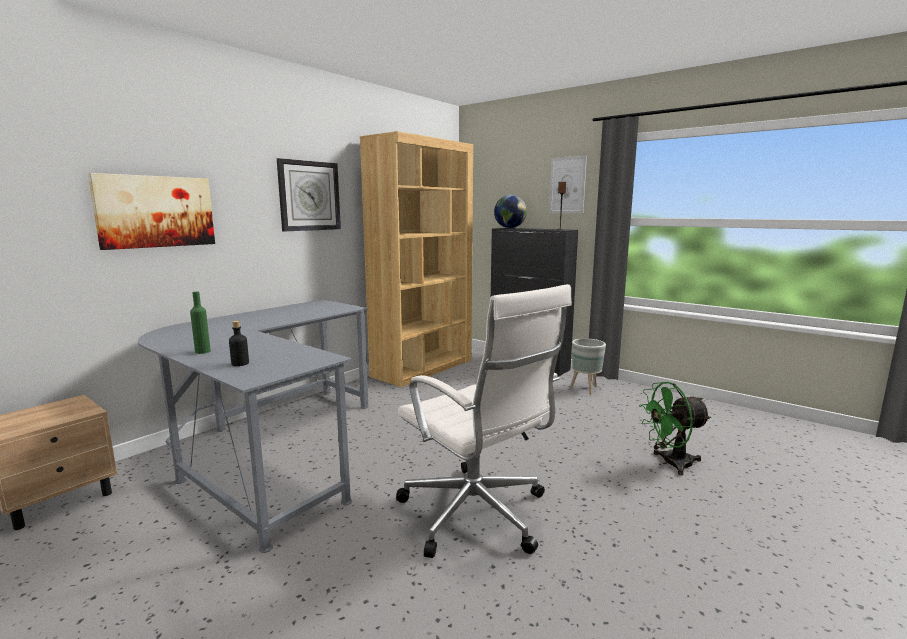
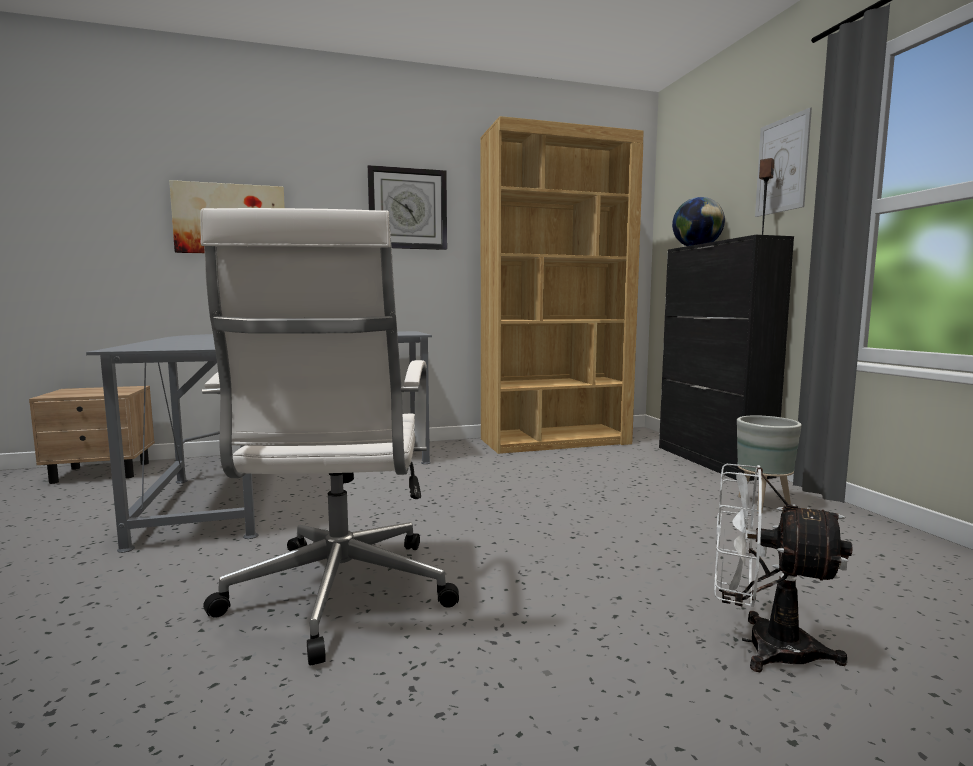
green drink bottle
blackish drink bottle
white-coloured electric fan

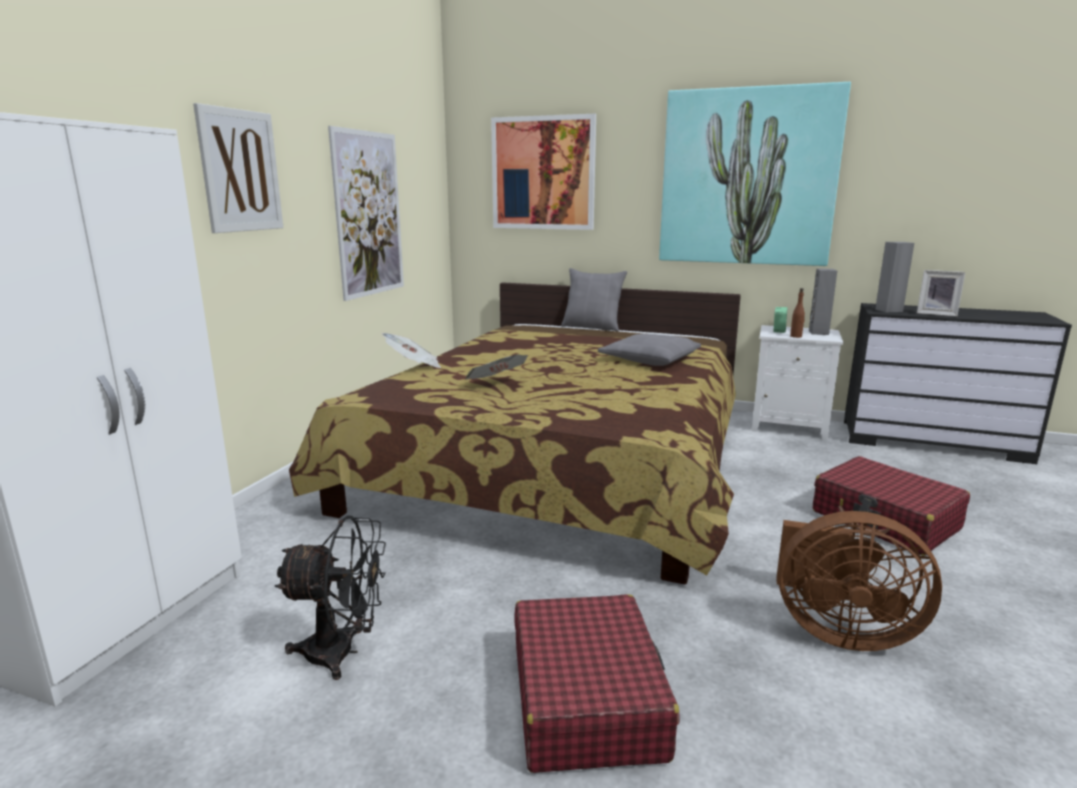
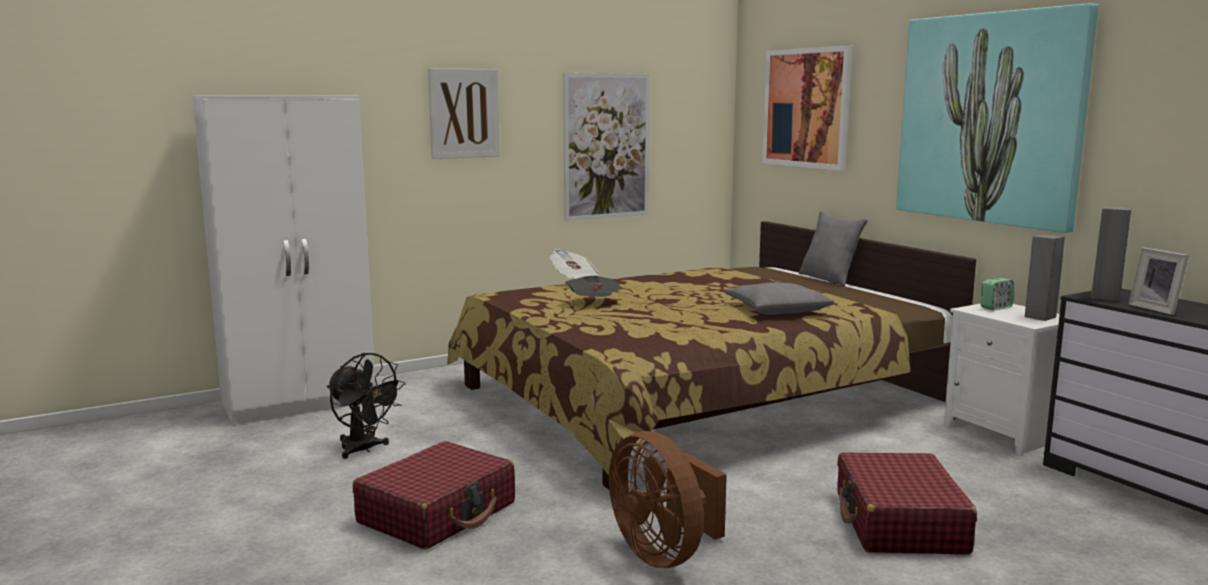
brown drink bottle

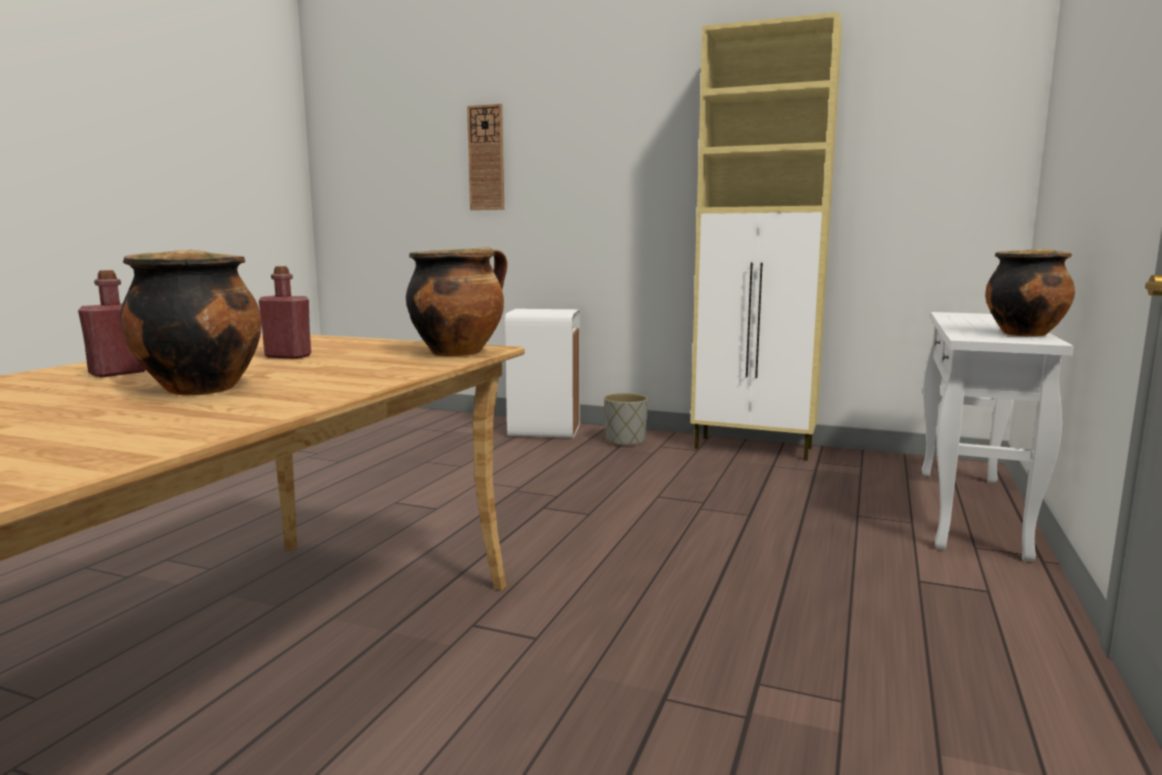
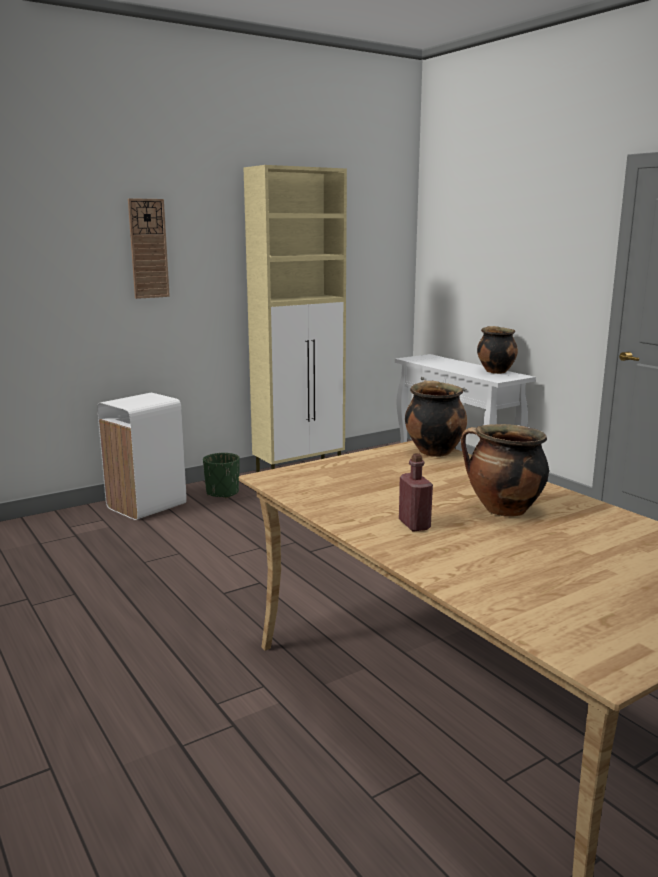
reddish drink bottle (no. 2 from left in the first image)
wall clock
green plant pot

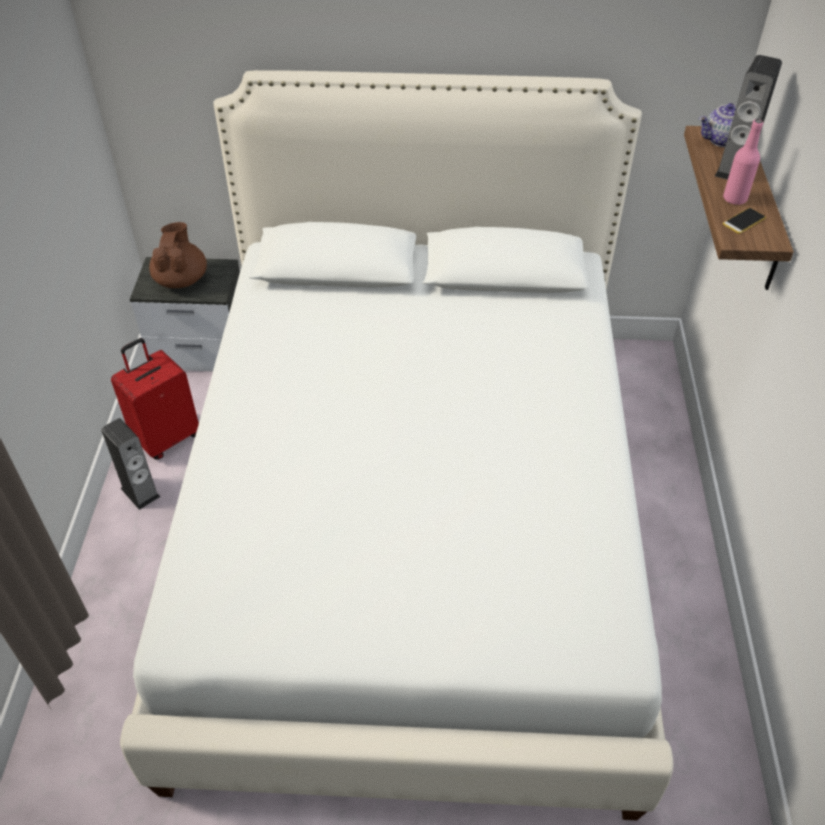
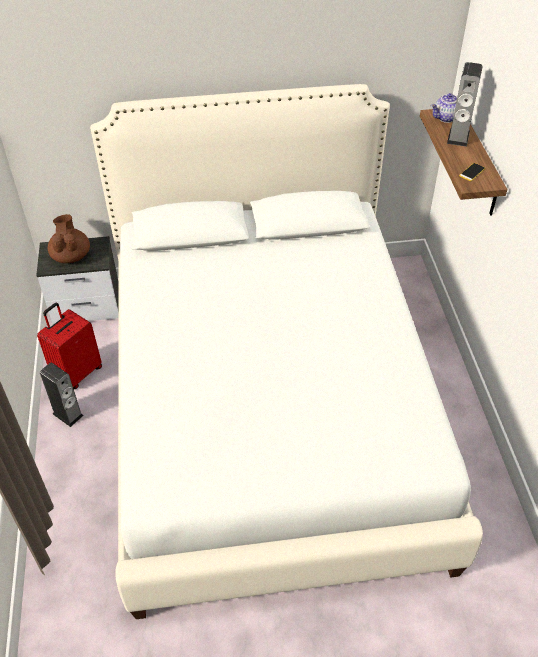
pink drink bottle

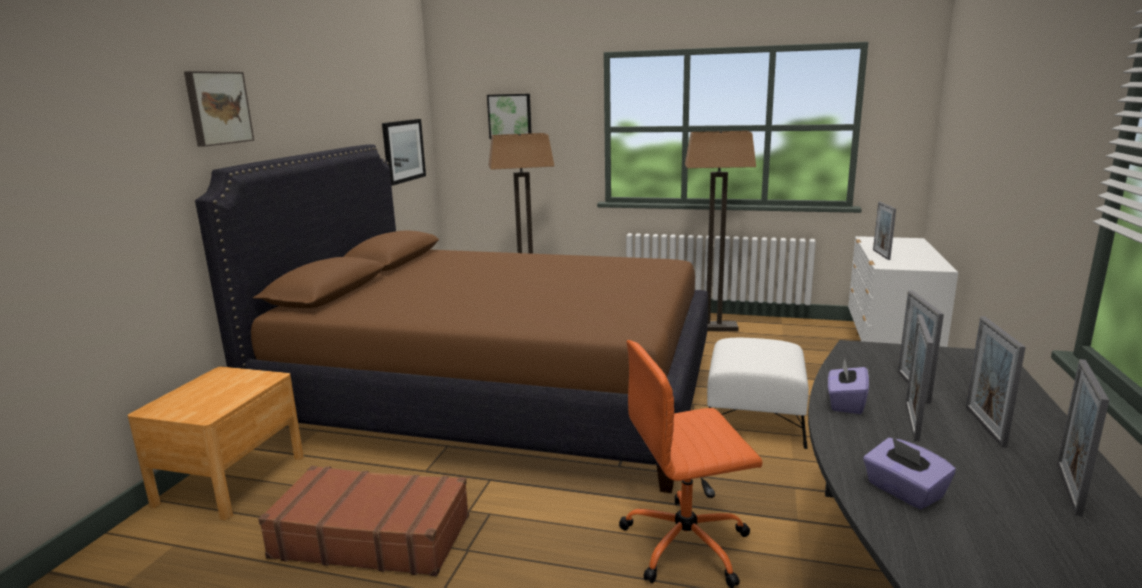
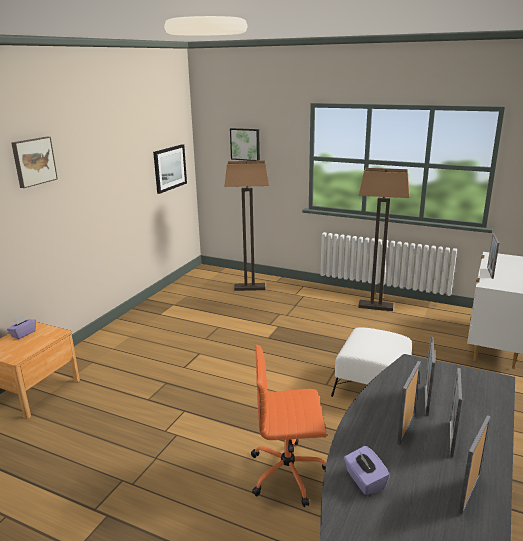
brown bedroom bed
brown piece of luggage
purplish tissue box (no. 1 from left)

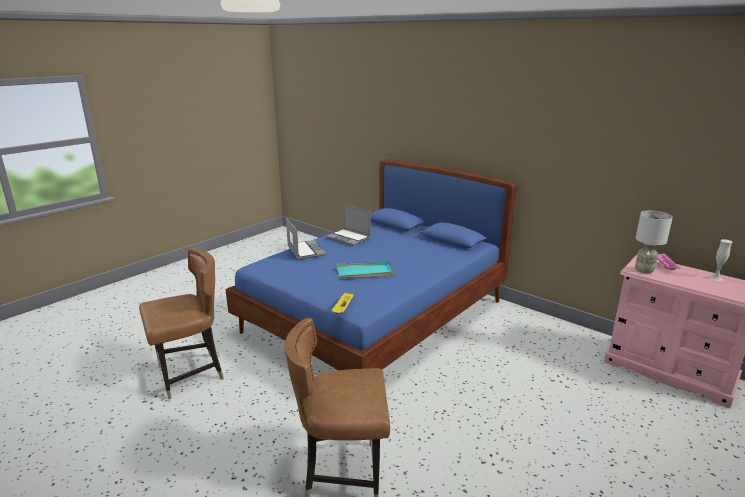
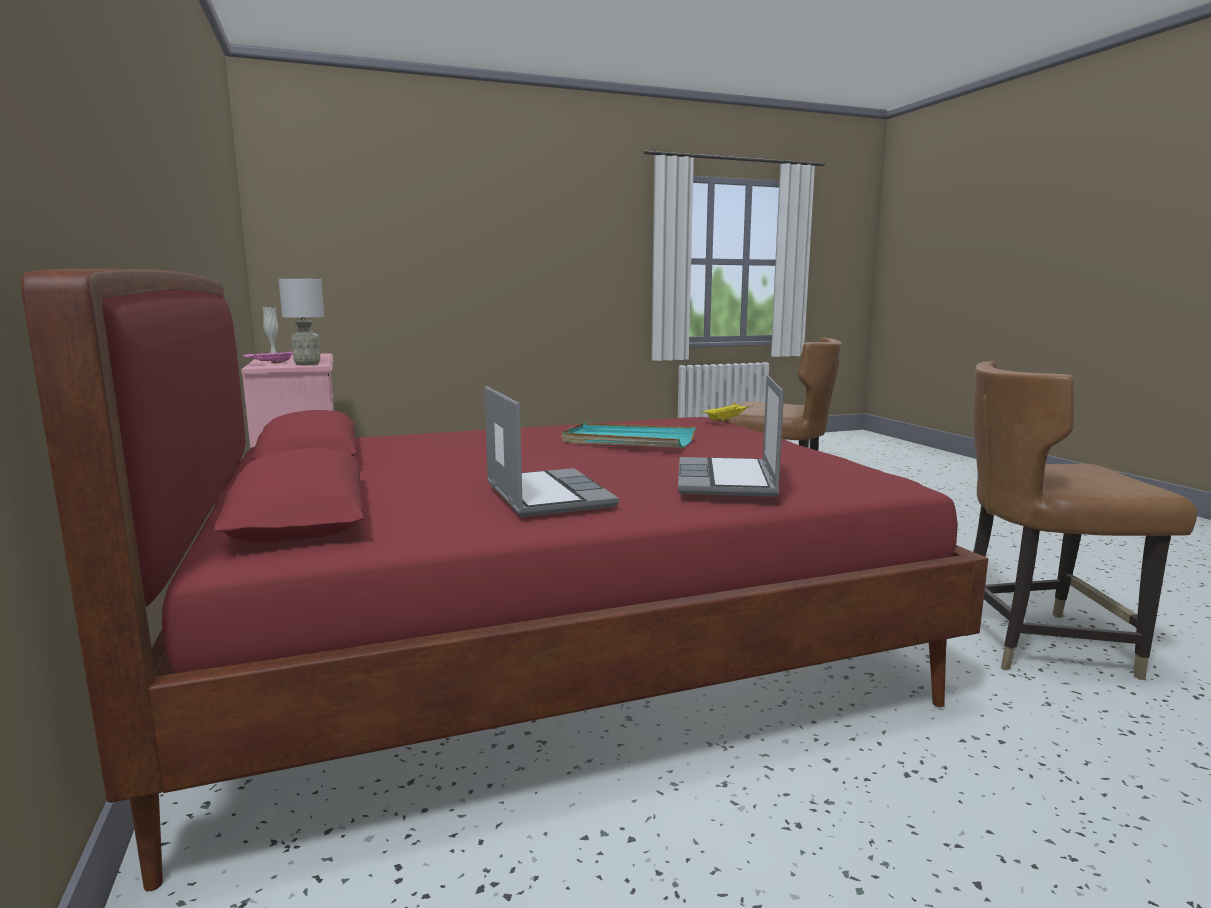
reddish bedroom bed

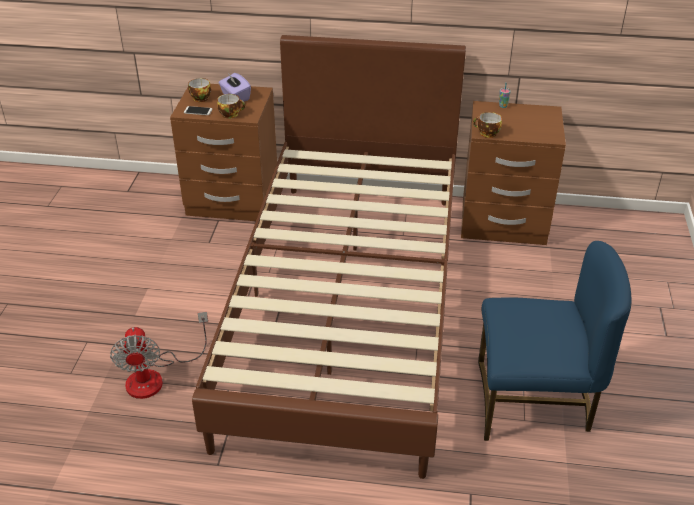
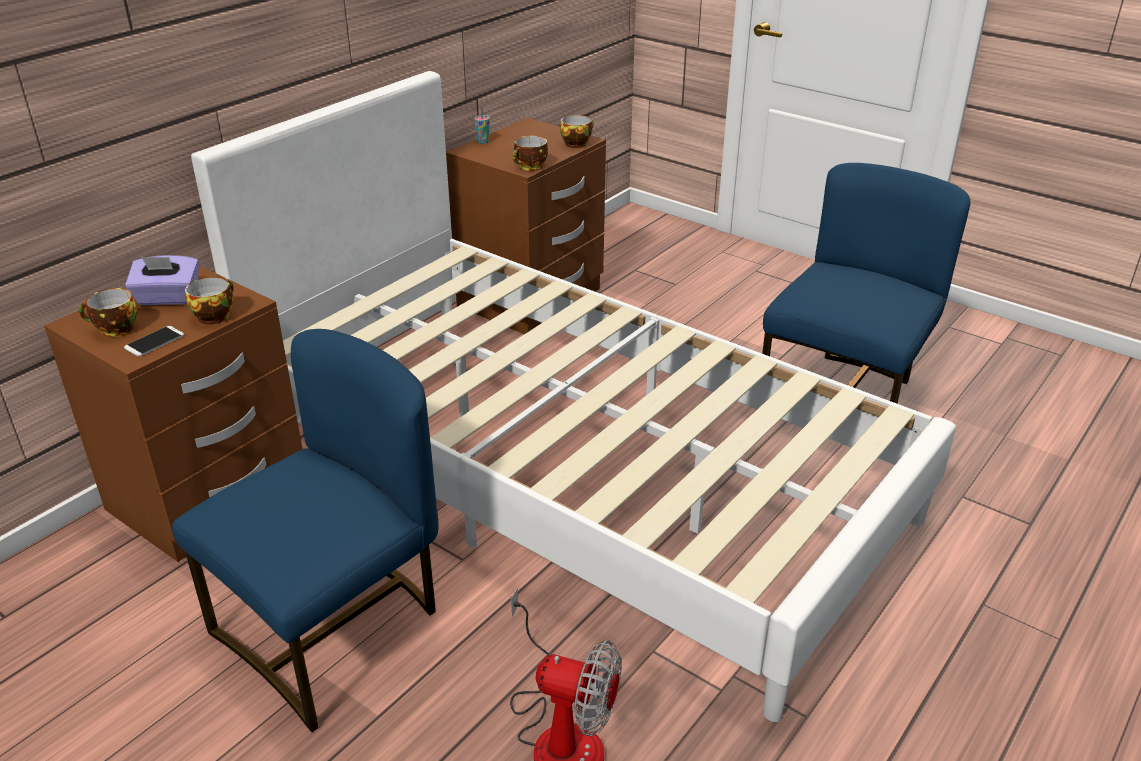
bluish plain chair (no. 1 from left)
drinking cup (no. 5 from left)
white-coloured bedroom bed

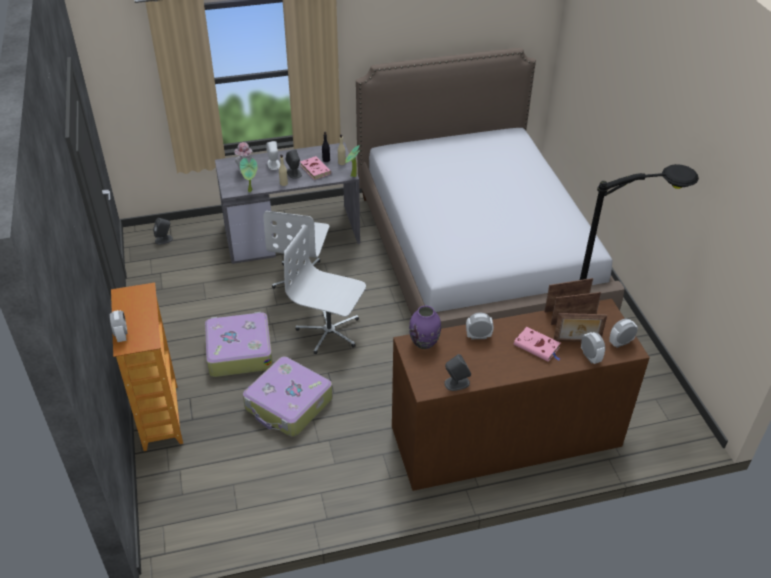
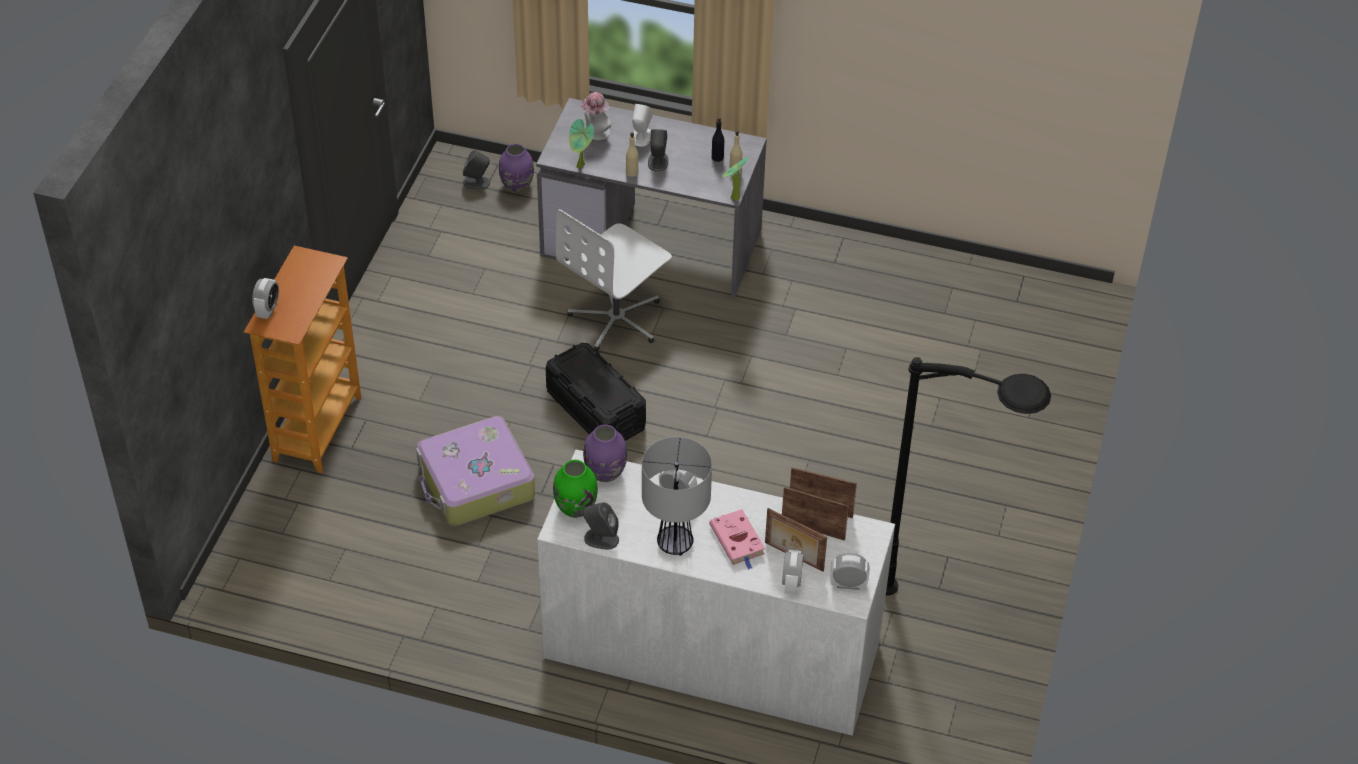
piece of luggage (no. 1 from left in the first image)
pink book (no. 1 from left in the first image)
bedroom bed
purplish flower vase (no. 1 from left)
green flower vase
lamp for a table
blackish storage container
white-coloured drawer chest

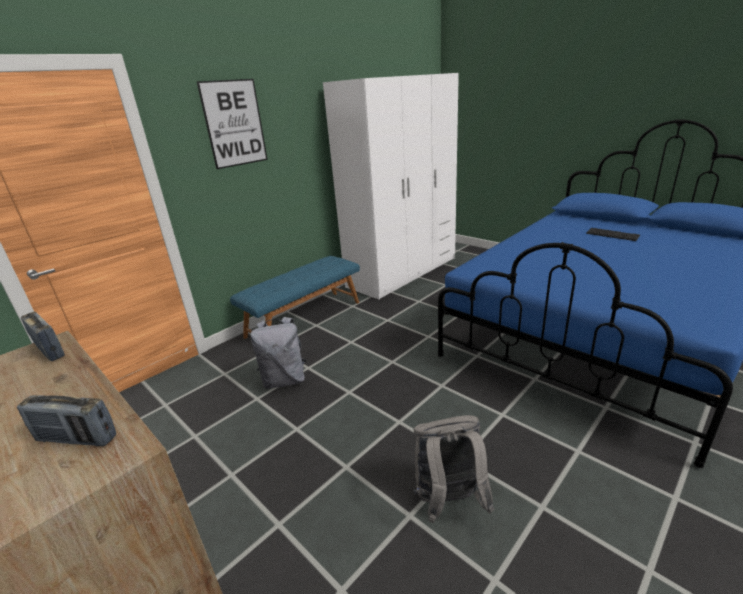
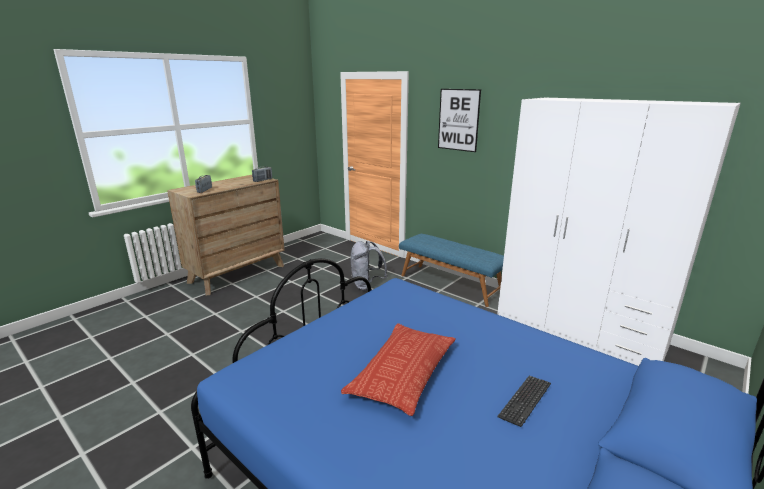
grey backpack (no. 2 from left in the first image)
cushion

